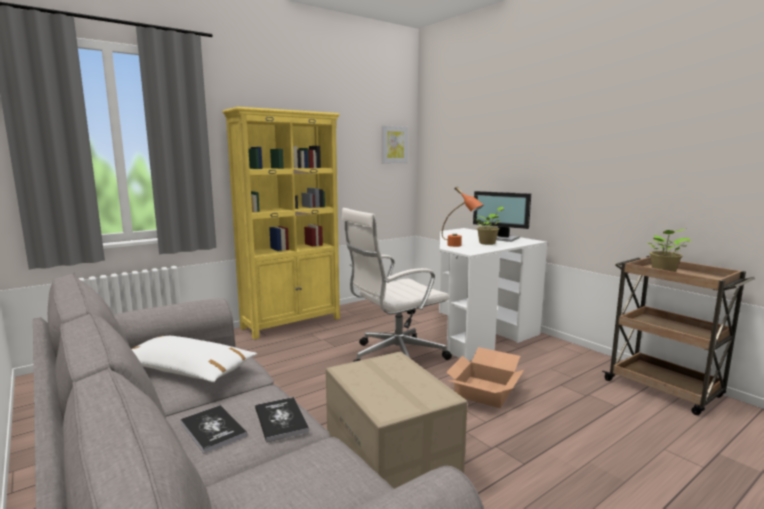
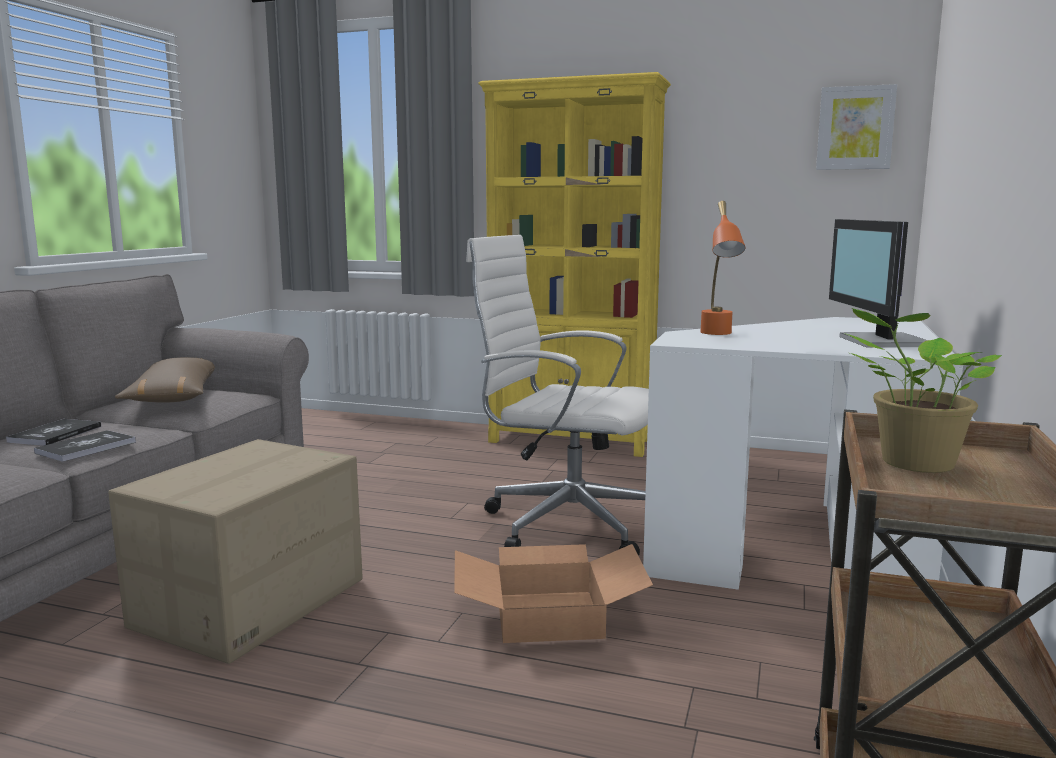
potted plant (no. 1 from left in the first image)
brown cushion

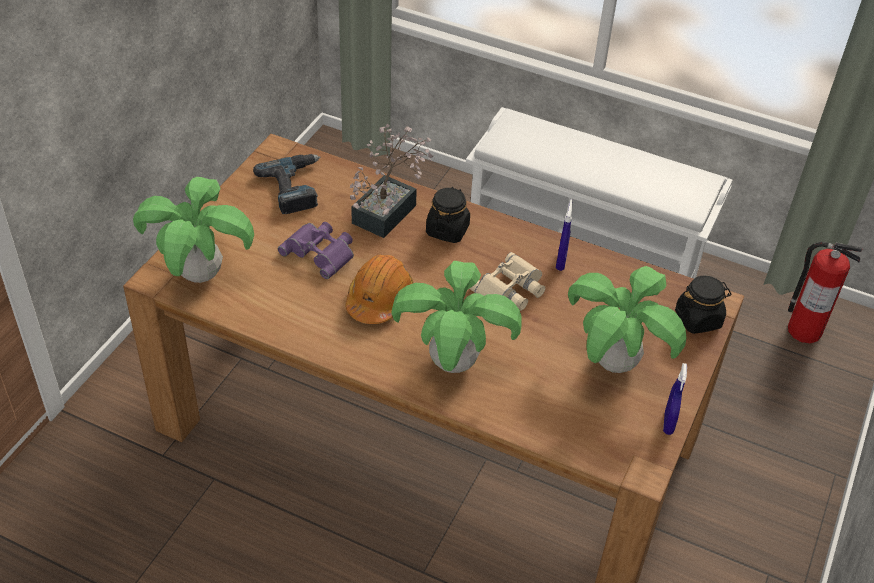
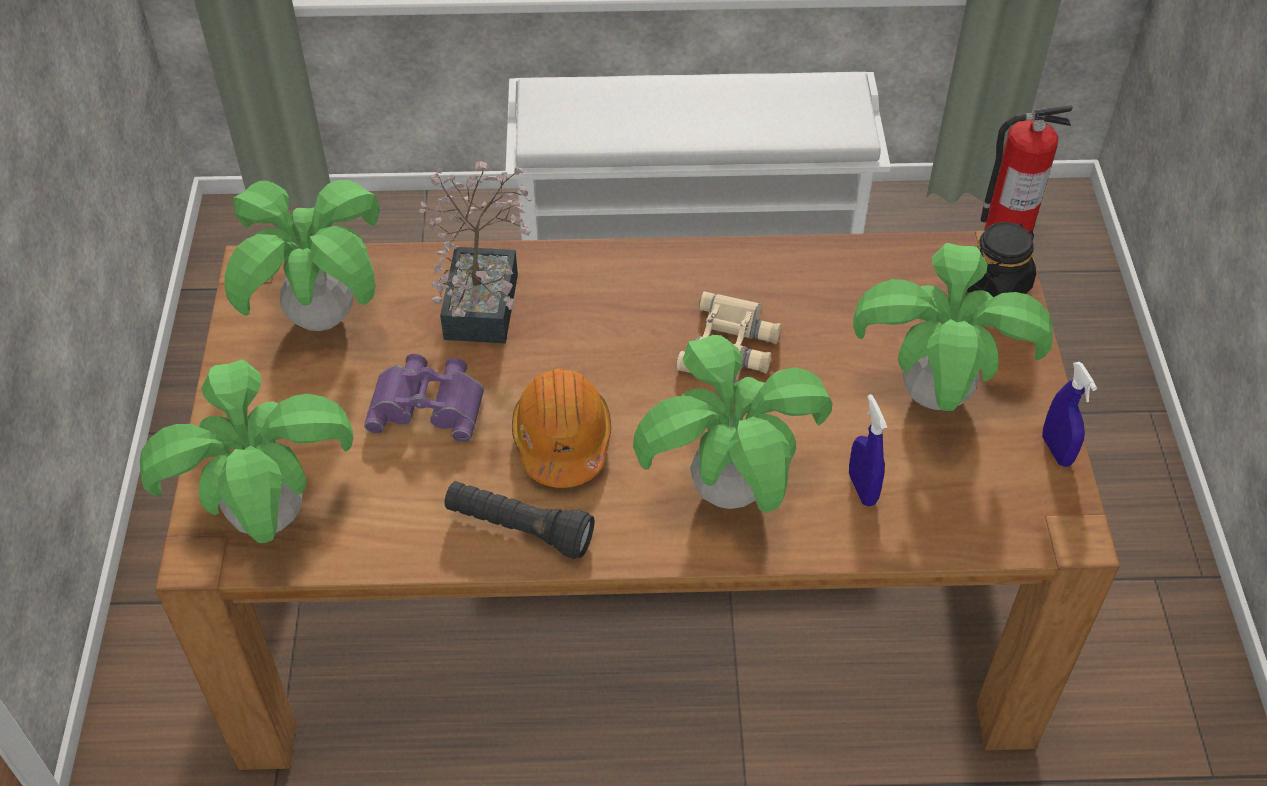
blackish preserve jar (no. 1 from left in the first image)
blackish hand torch
bluish hand sprayer (no. 1 from left)
potted plant (no. 2 from left)

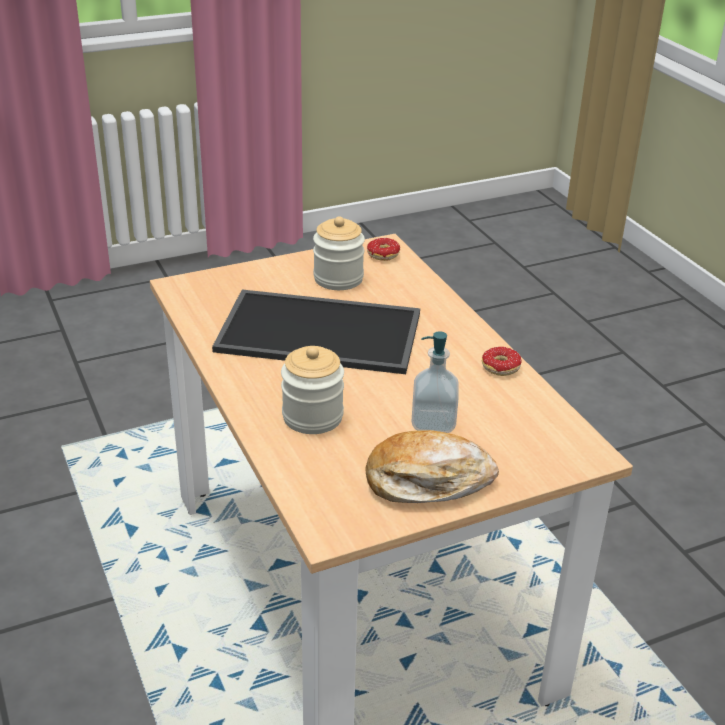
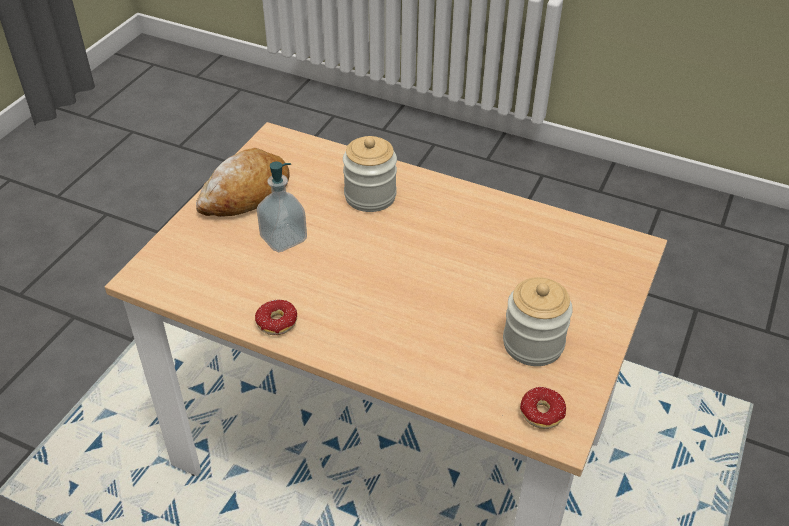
tray

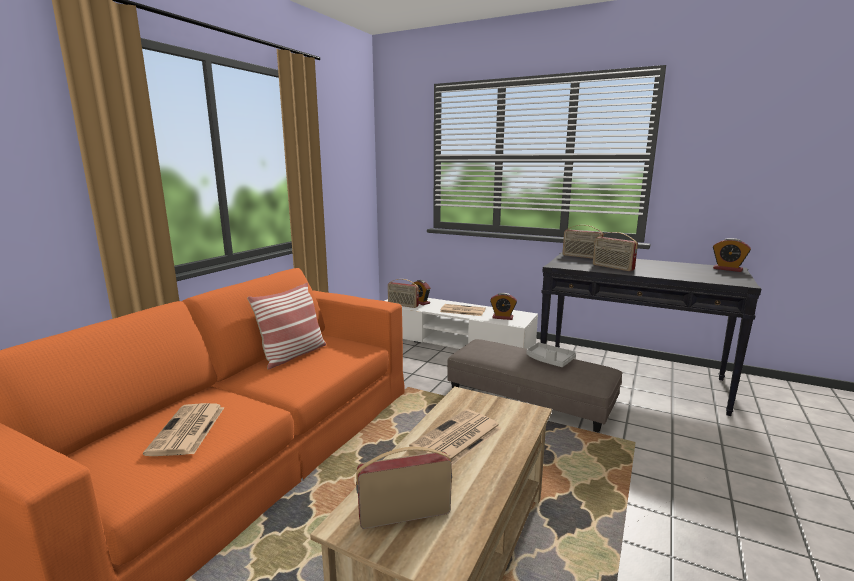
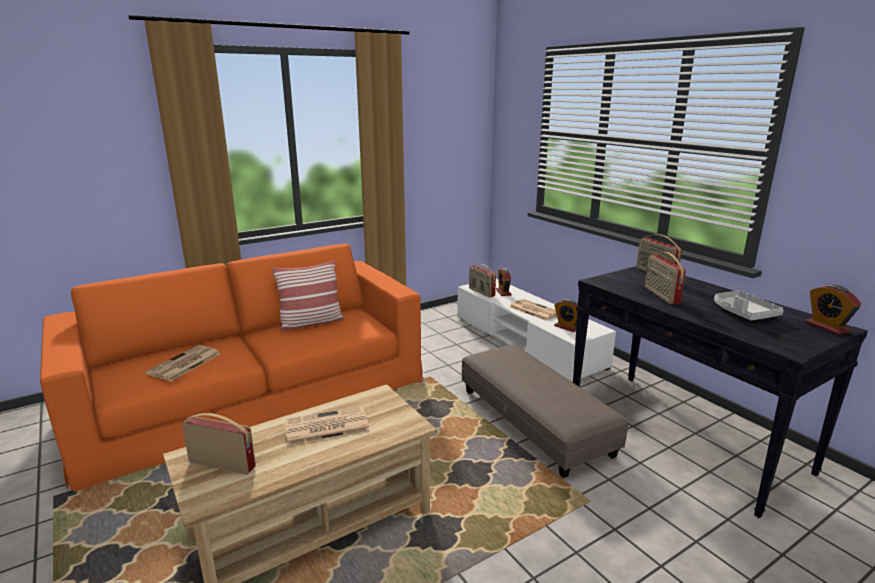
grey tray

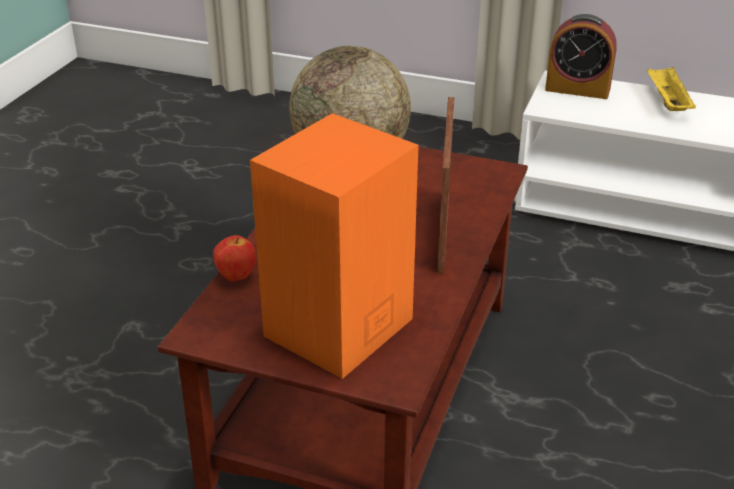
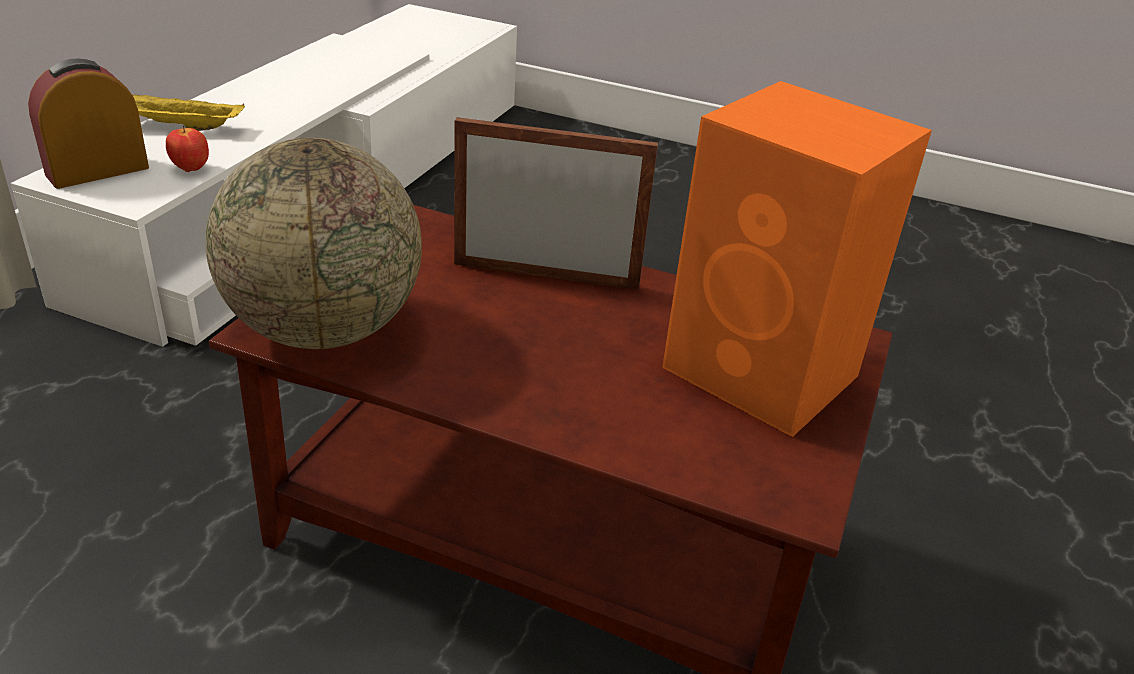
apple
alarm clock

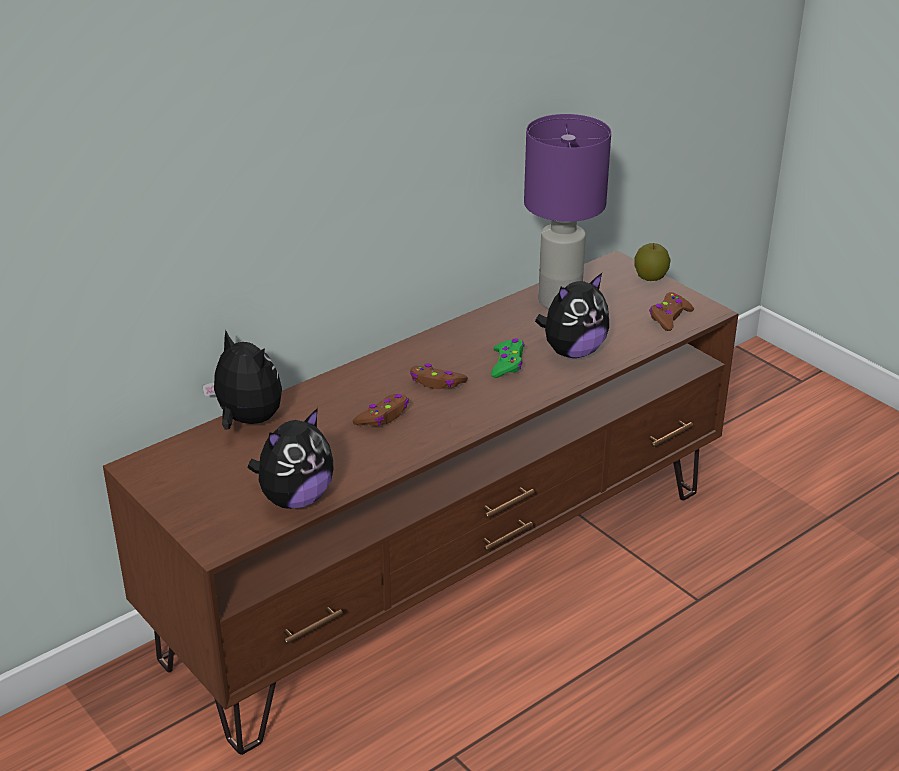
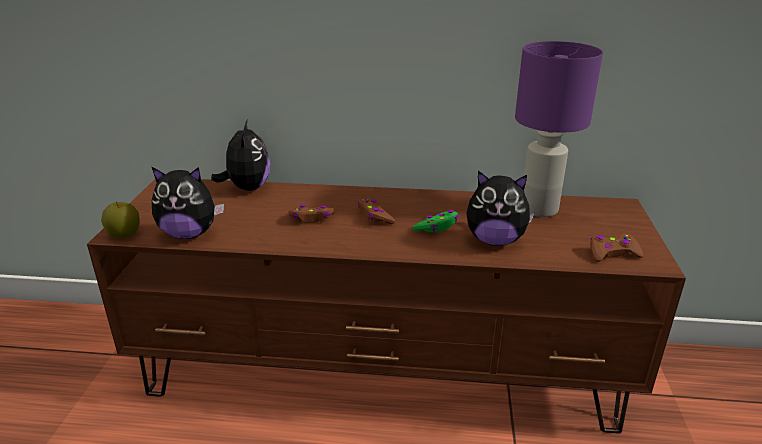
apple

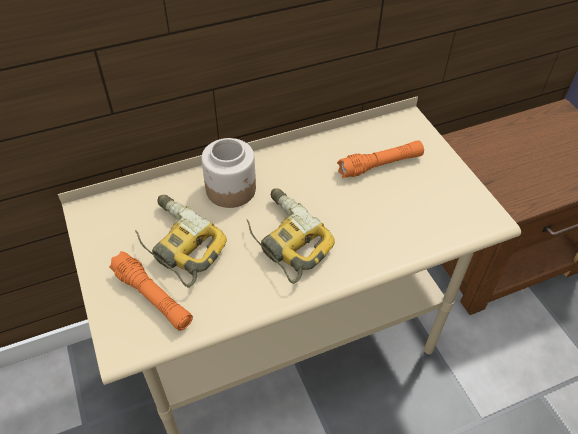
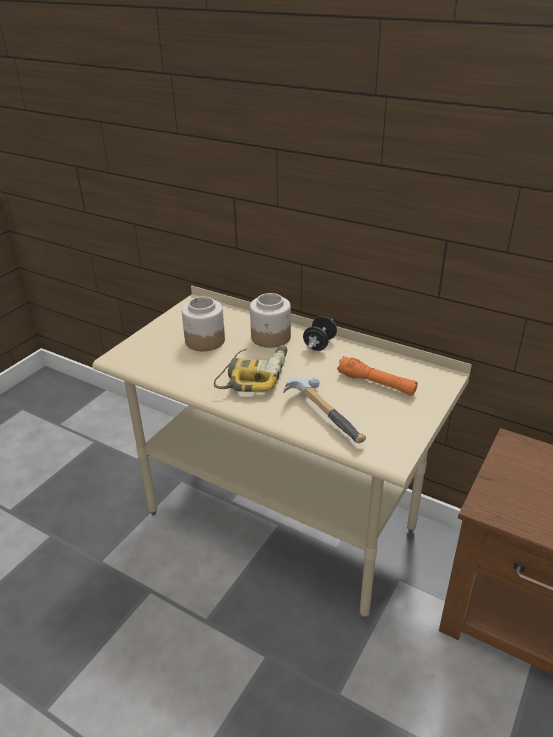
orangey hand torch (no. 1 from left in the first image)
tool hammer
blackish hand weight
preserve jar (no. 1 from left)

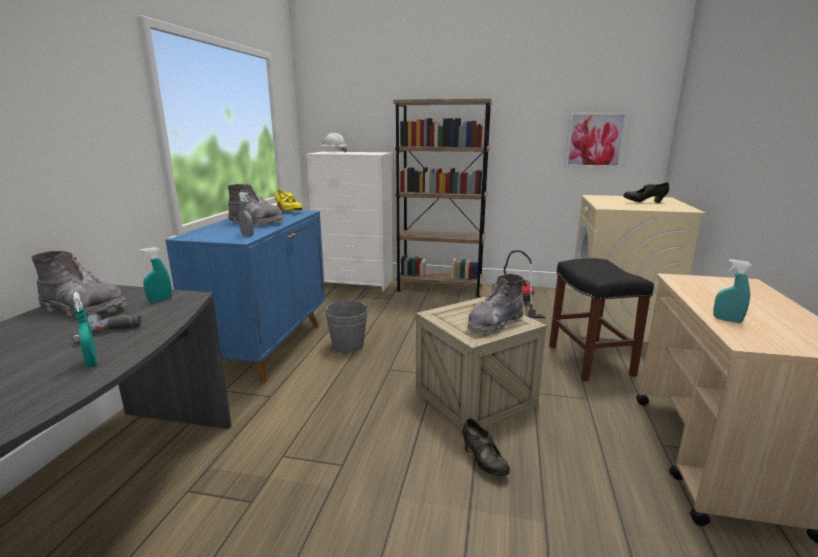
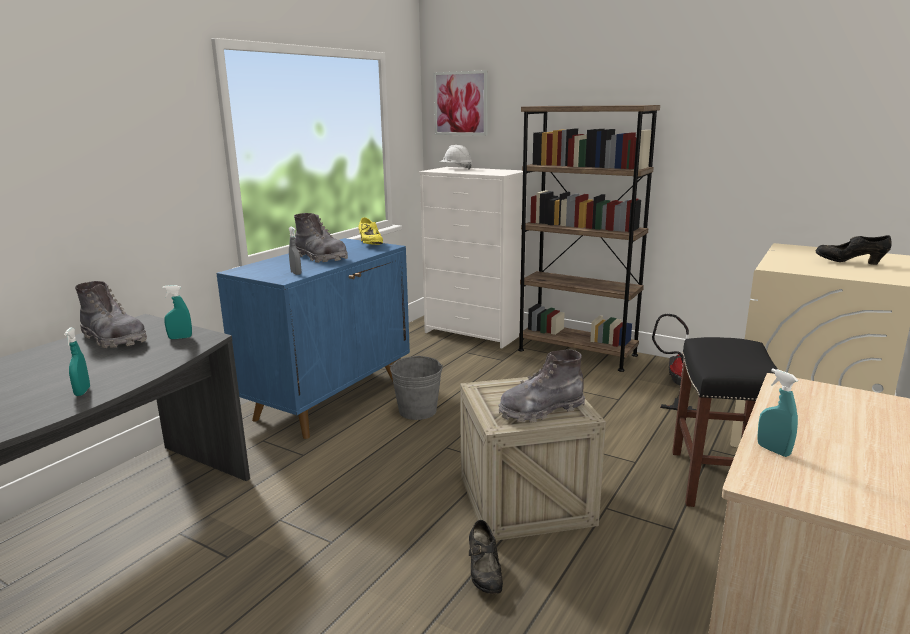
electric drill
picture

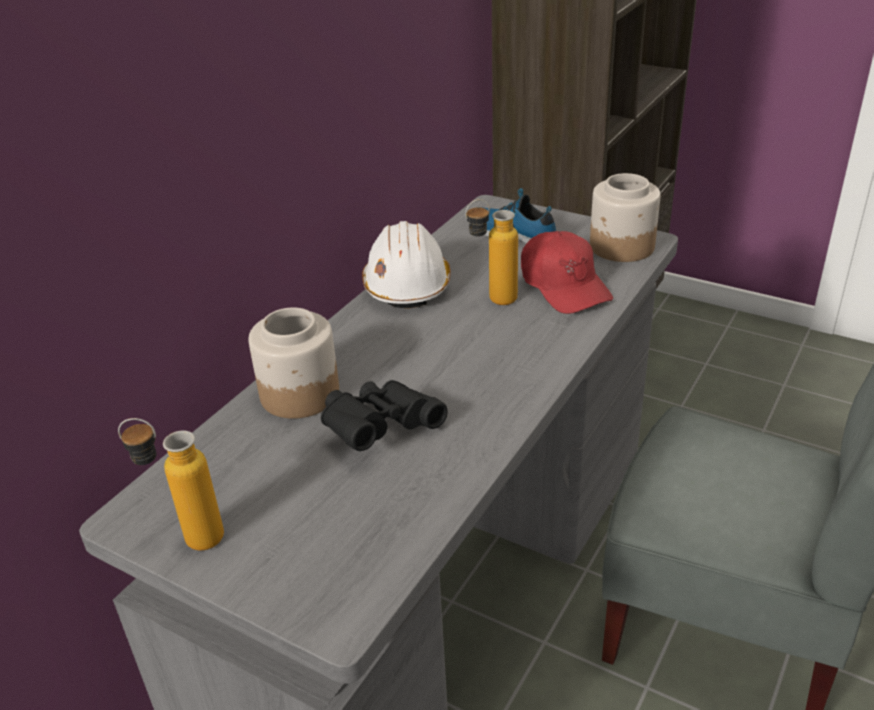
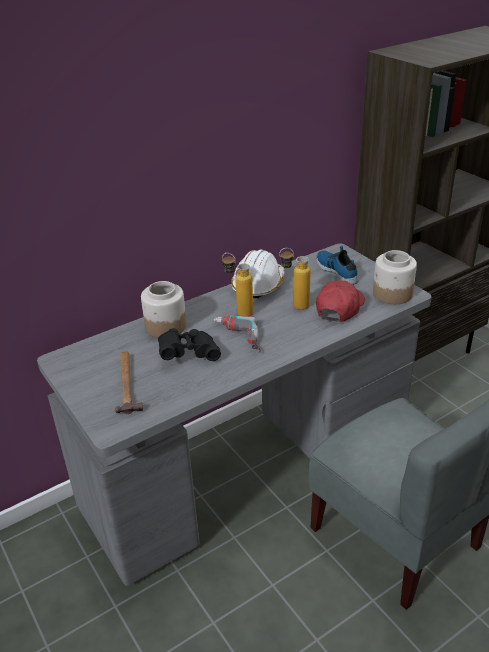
tool hammer
electric drill
drink bottle (no. 1 from left)
reddish peaked cap

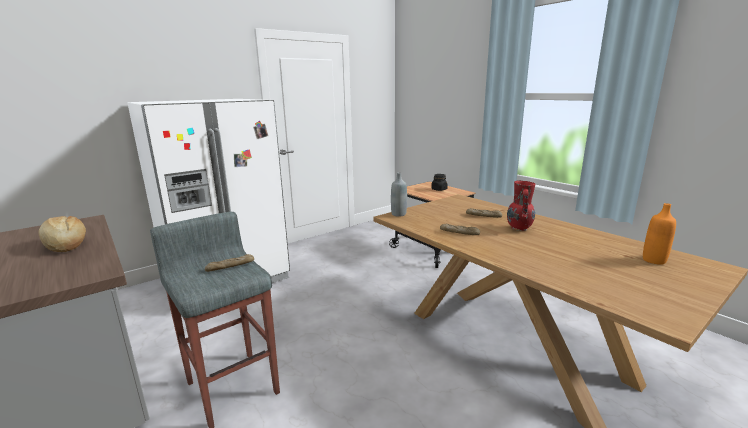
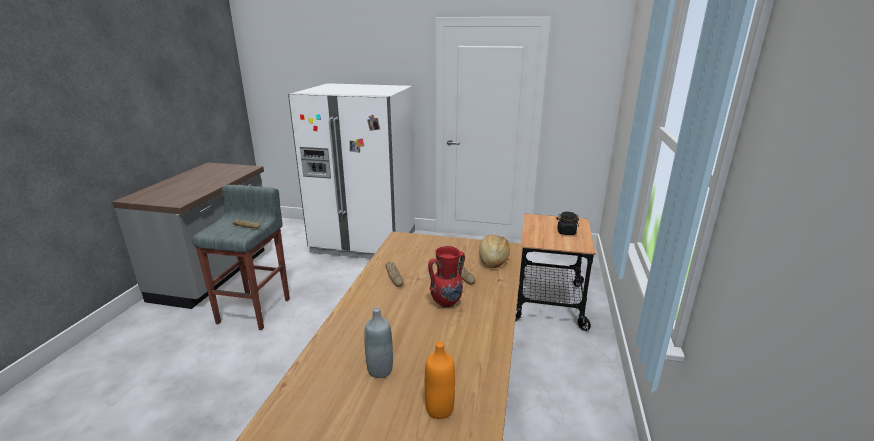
baked bread (no. 4 from left)
grey drink bottle

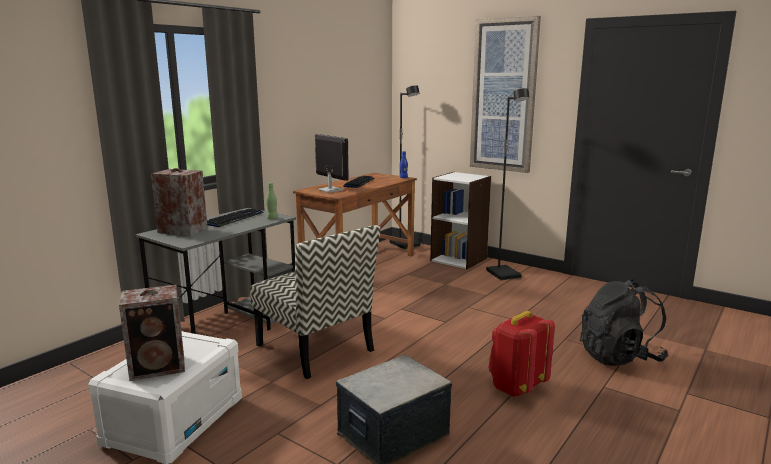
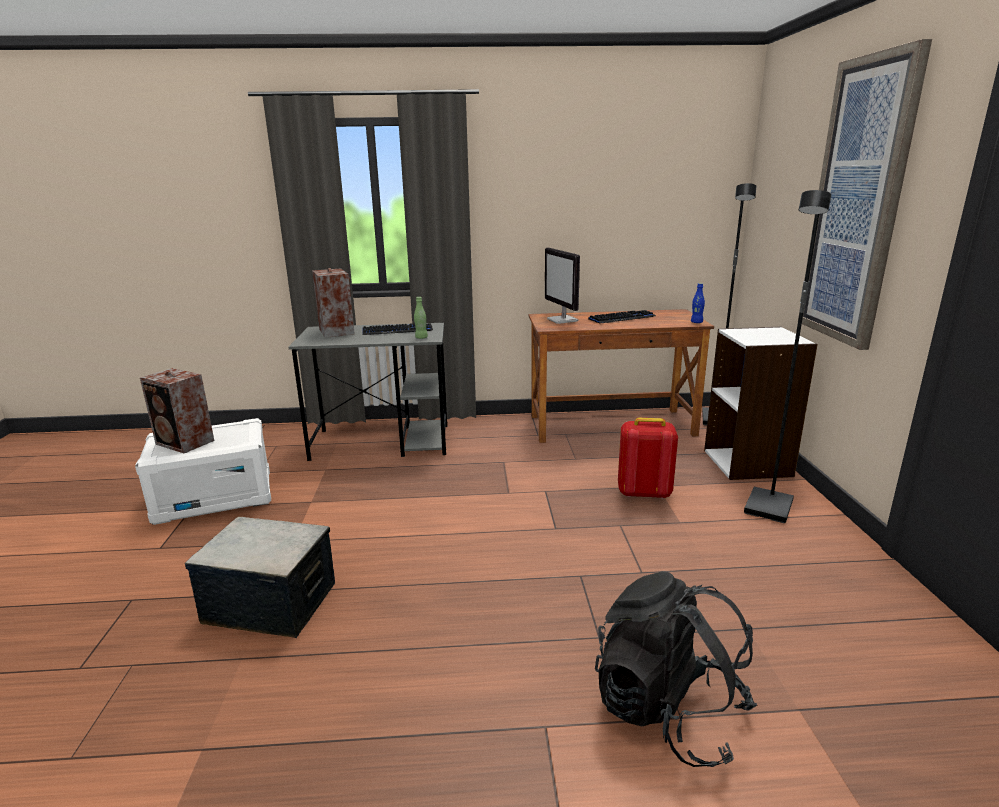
plain chair
reddish backpack
computer display

